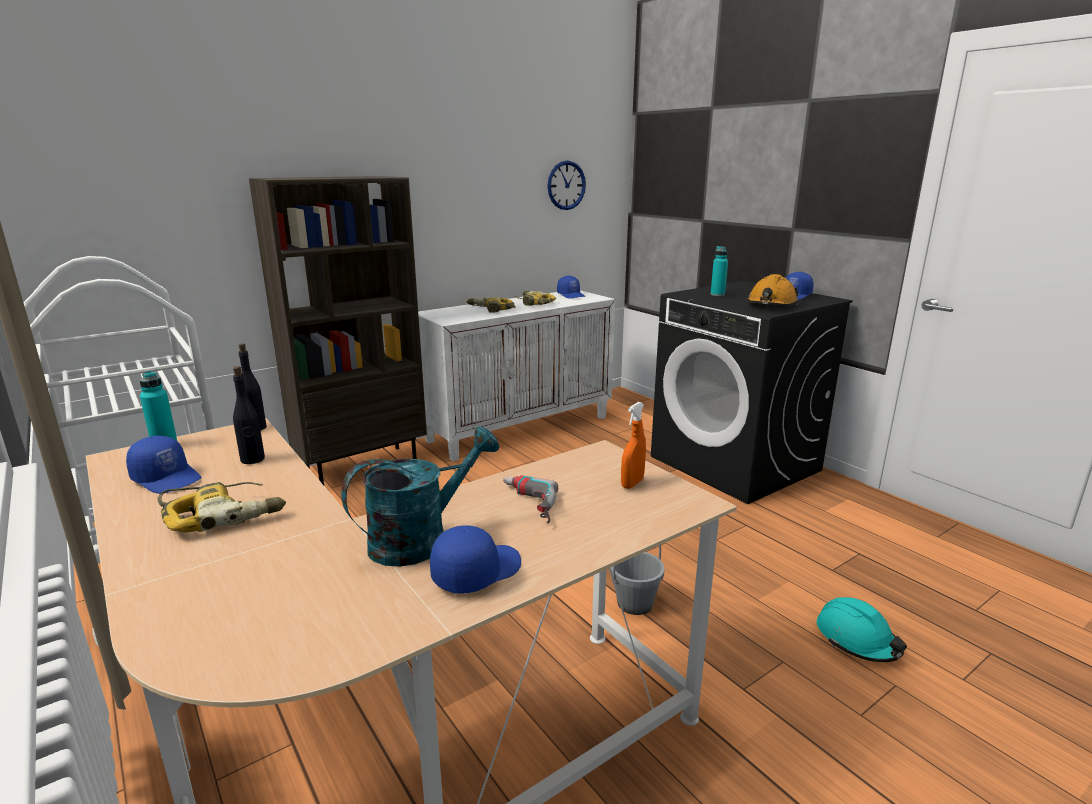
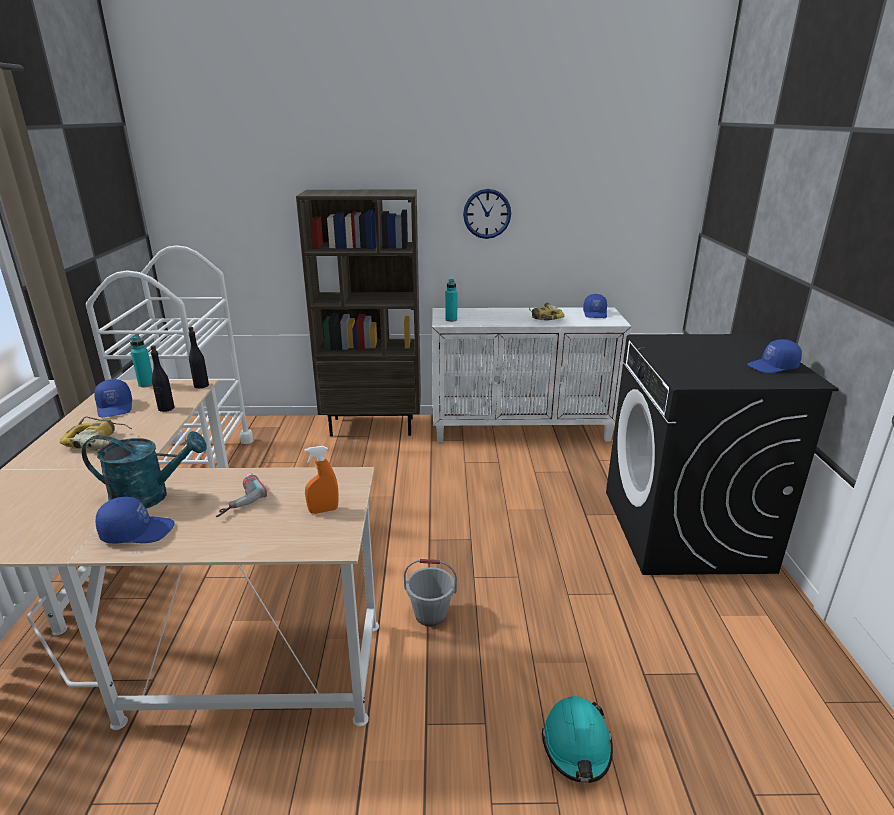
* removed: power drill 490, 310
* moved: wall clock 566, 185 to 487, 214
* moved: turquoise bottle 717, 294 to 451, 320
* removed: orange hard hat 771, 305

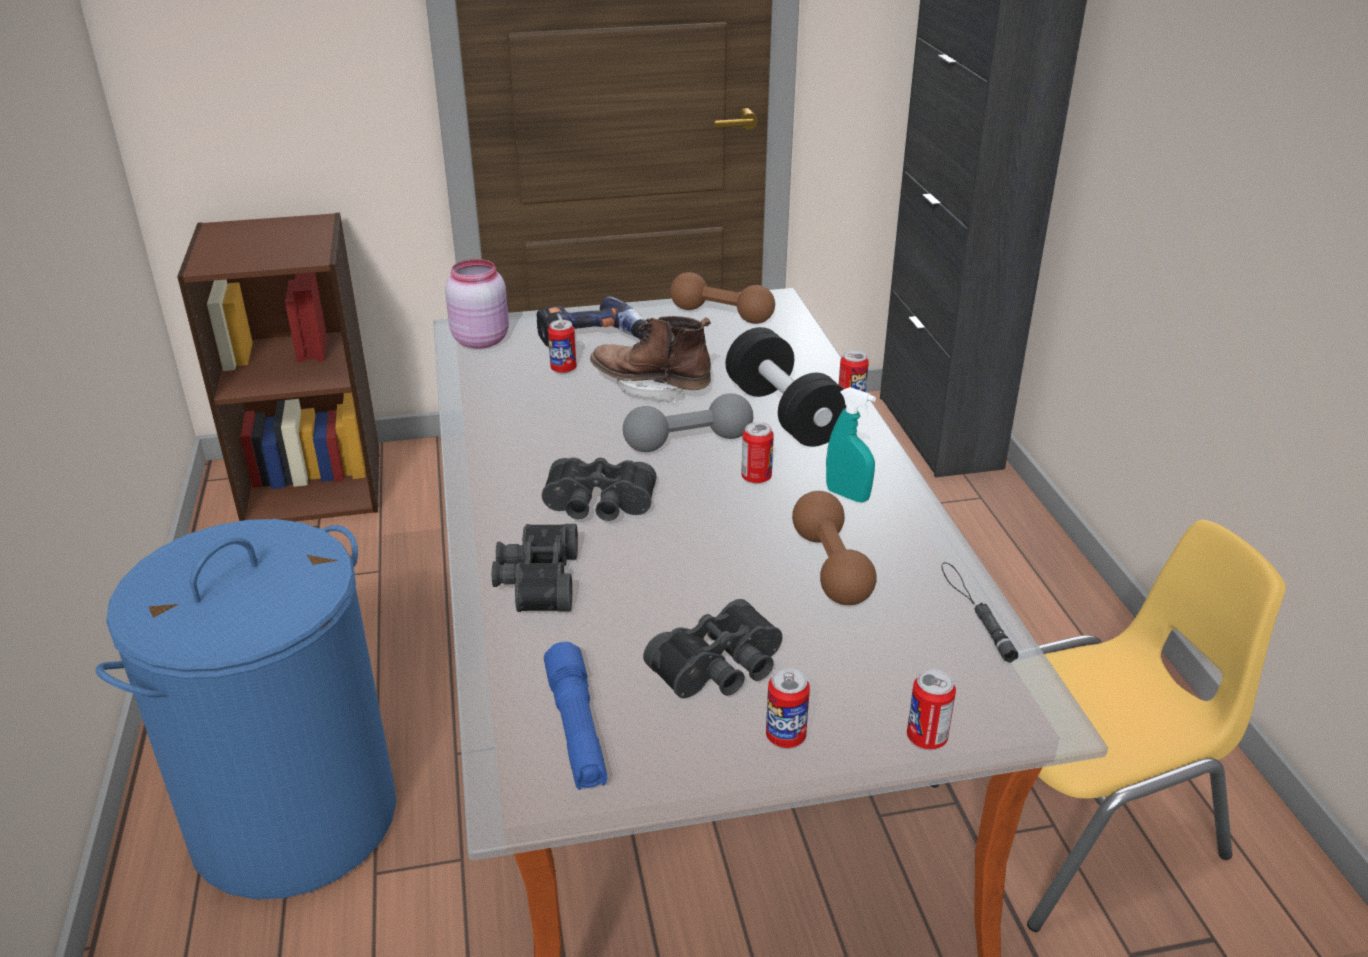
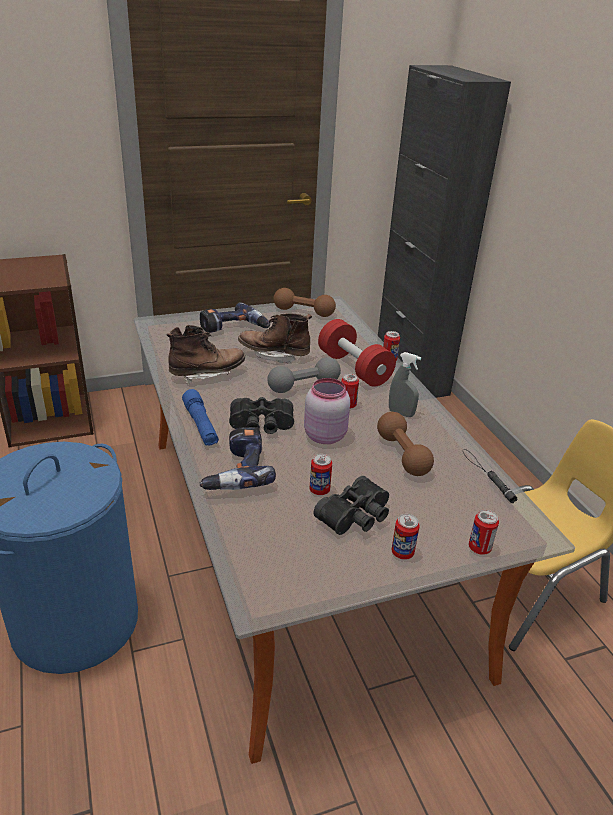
* moved: pink jar 481, 339 to 324, 435
* replaced: black binoculars 536, 581 to power drill 236, 471
* moved: blue flashlight 577, 729 to 200, 425
* moved: can 563, 369 to 319, 490
* recoloured: black dumbbell 784, 414 to red dumbbell 354, 368
* recoloured: turquoise spray bottle 847, 495 to grey spray bottle 401, 413
* added: brown boot 207, 374

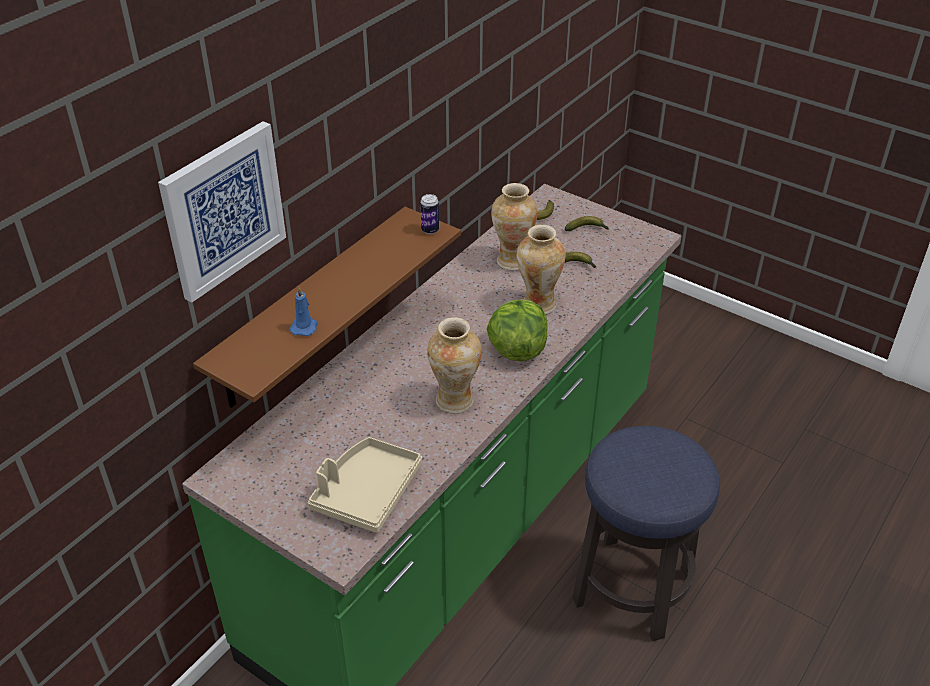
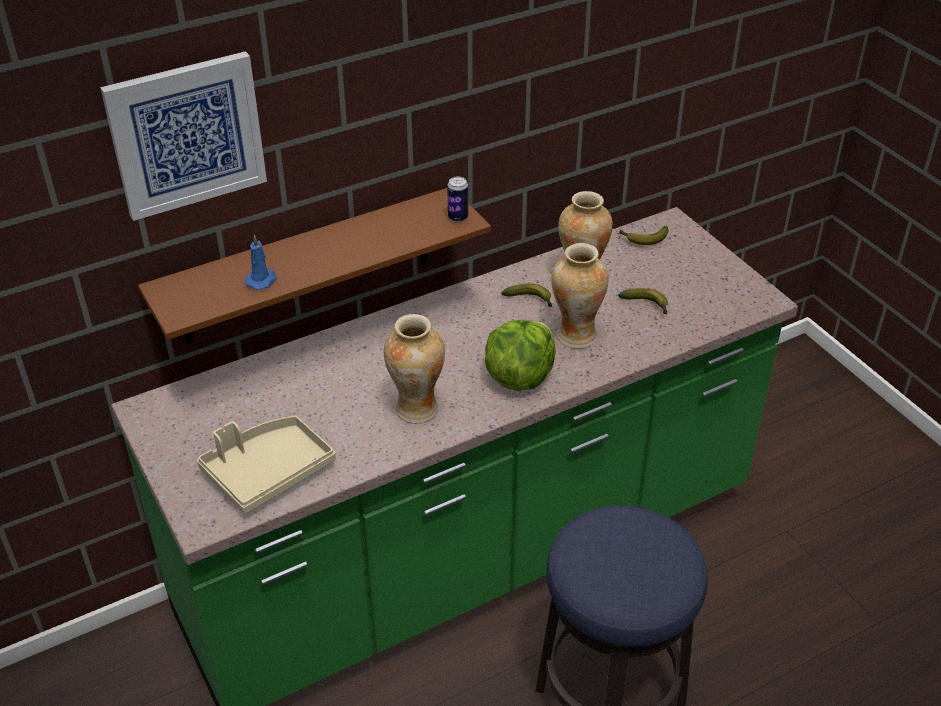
* moved: banana 587, 229 to 531, 300

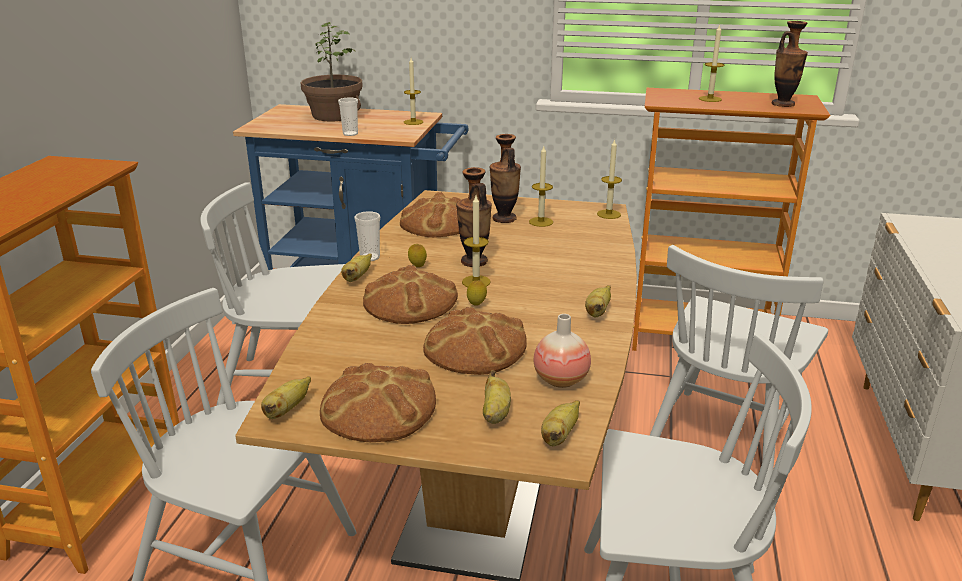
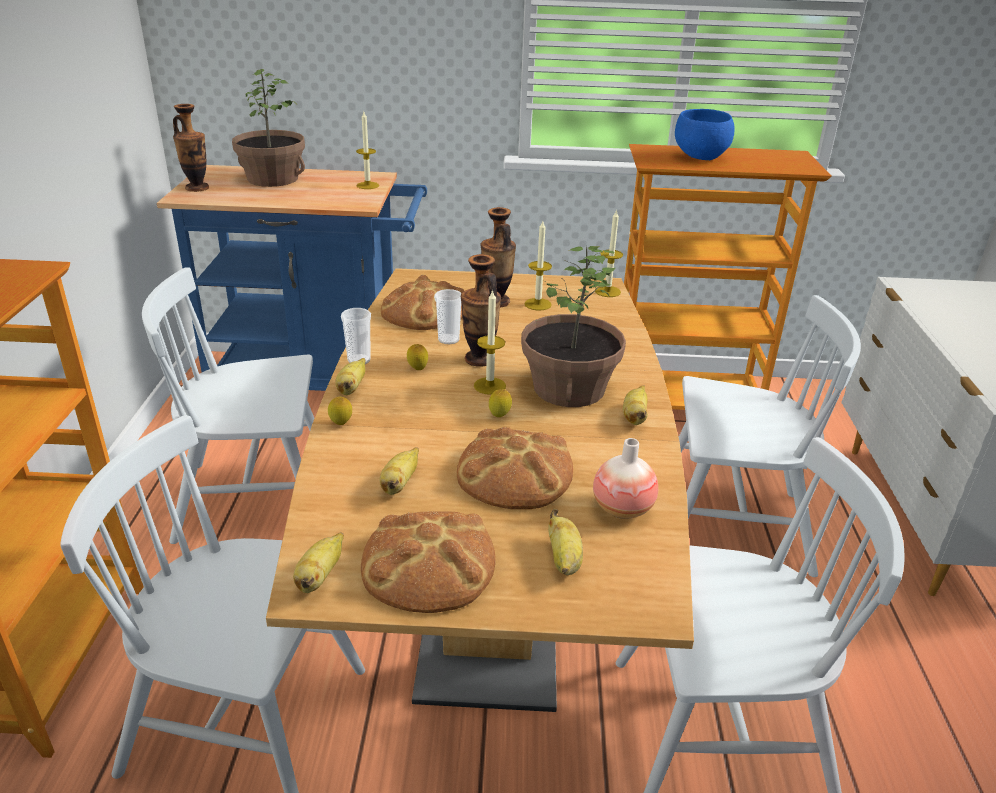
* moved: cup 350, 134 to 448, 339
* removed: bread 410, 302
* moved: banana 559, 436 to 399, 484
* turned: white chair 724, 442 = 730, 525 105 degrees counterclockwise
* replaced: candle 710, 99 to blue bowl 701, 158
* moved: vase 783, 104 to 197, 188
* added: lemon 341, 424
* added: potted plant 568, 388

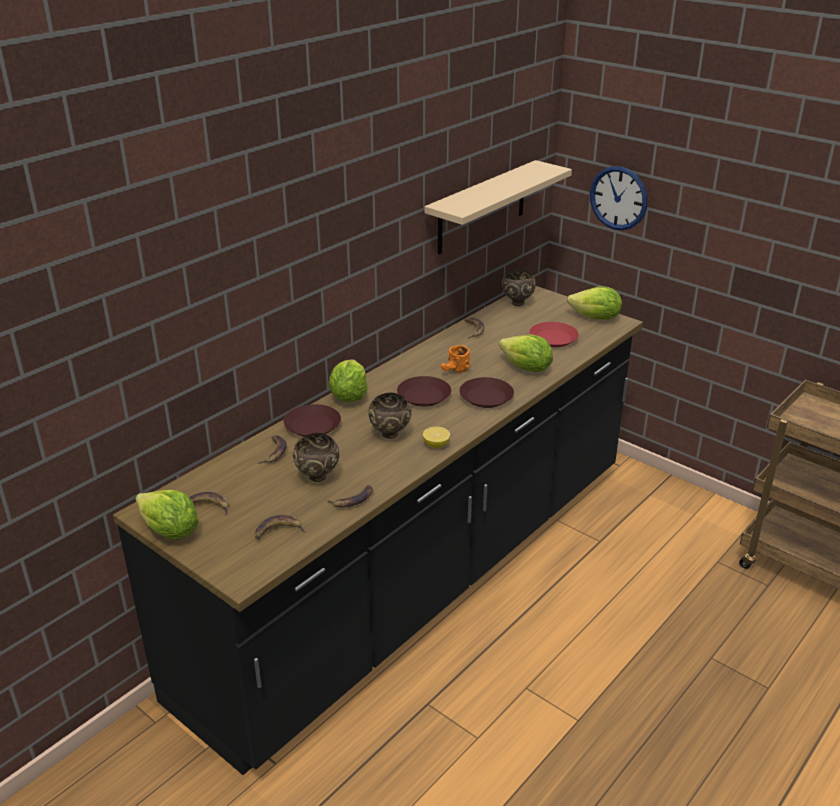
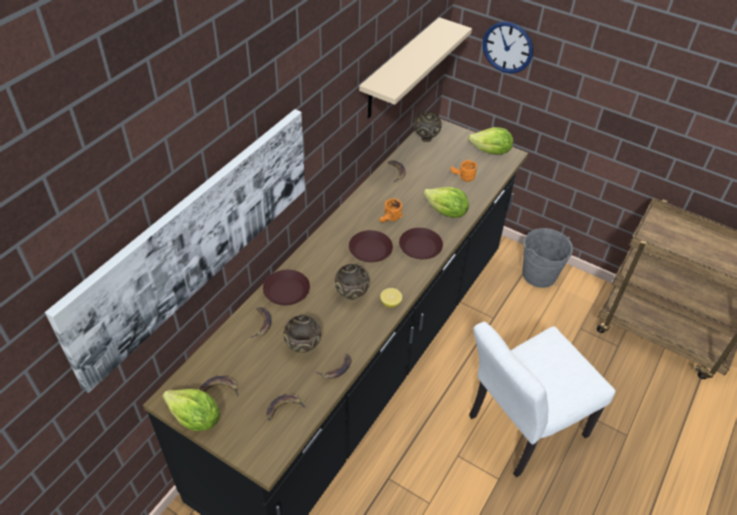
* removed: lettuce 349, 396
* replaced: red plate 553, 339 to orange mug 462, 177
* added: picture 196, 237
* added: white chair 519, 429
* added: grey bucket 539, 275

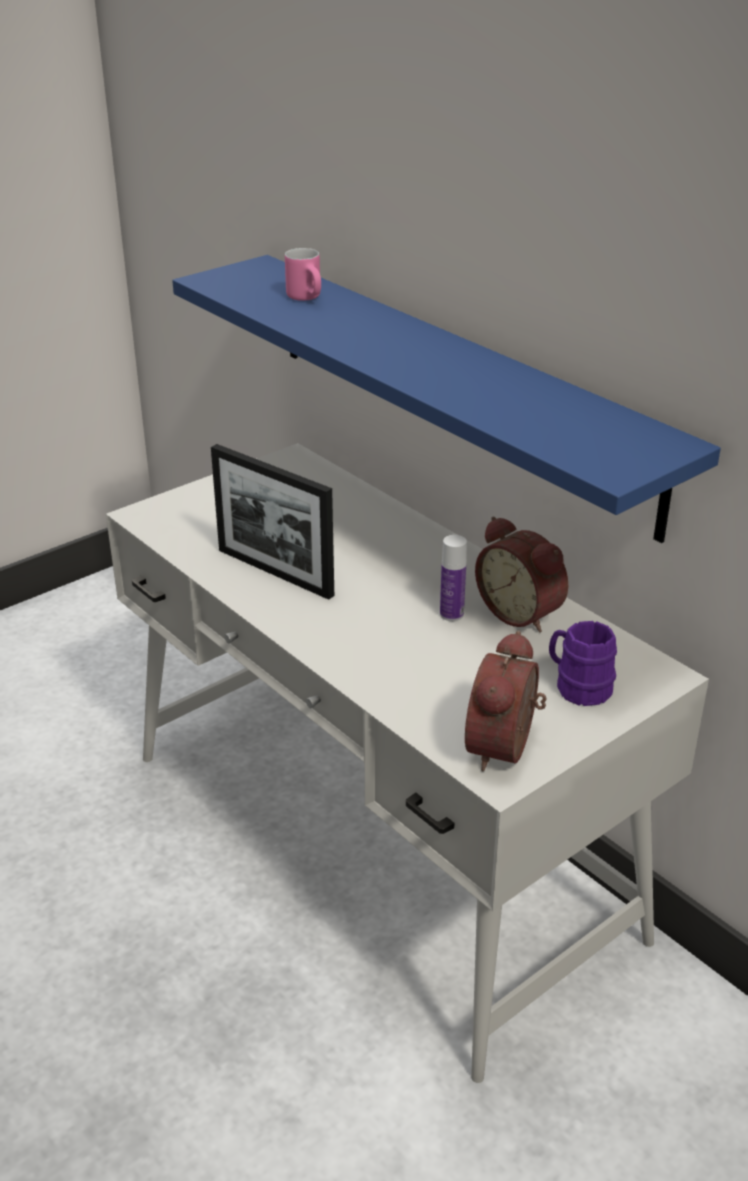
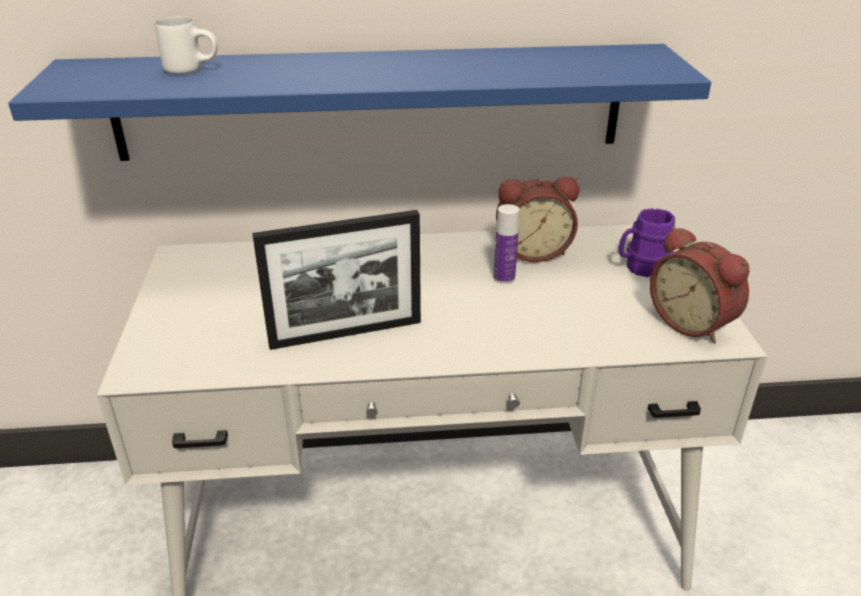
* recoloured: pink mug 309, 298 to white mug 192, 69

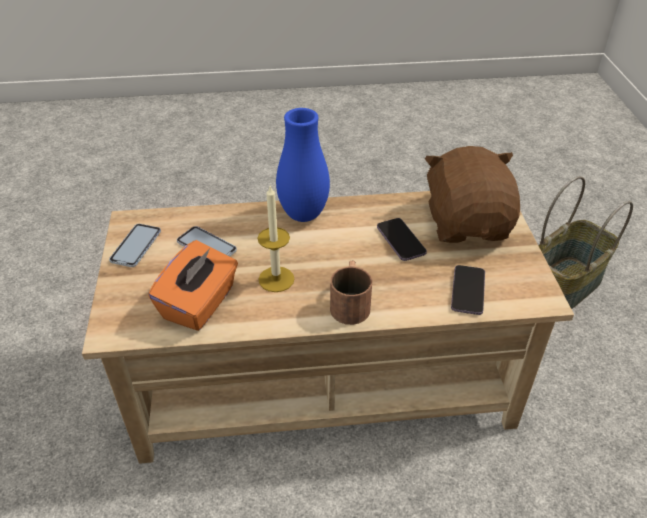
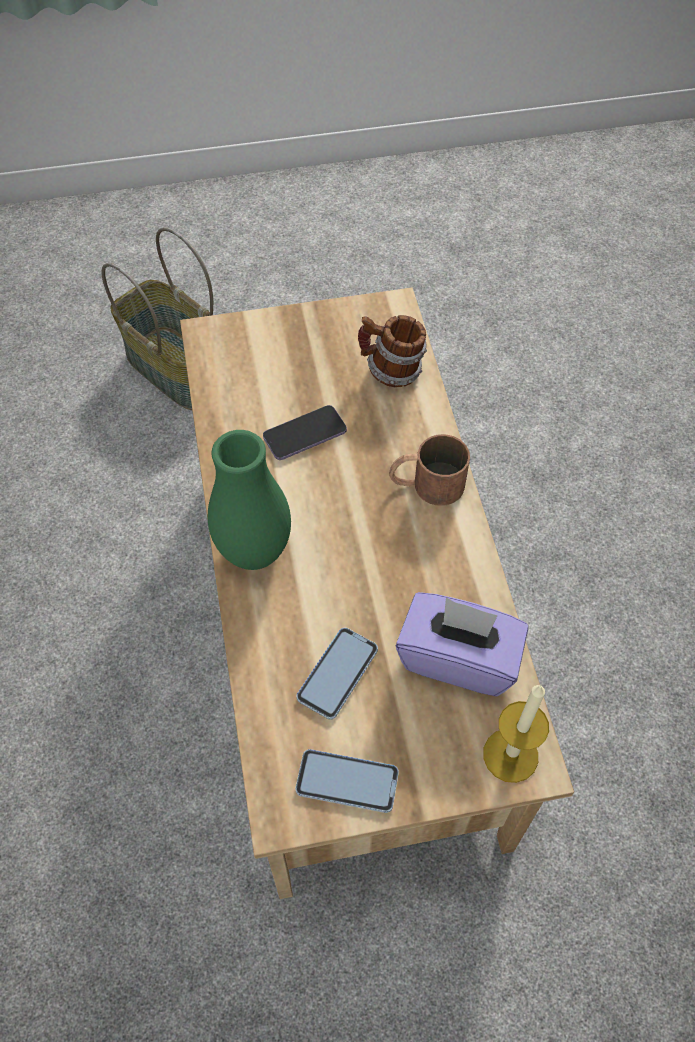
* recoloured: orange tissue box 200, 304 to purple tissue box 458, 658
* moved: candle 276, 279 to 510, 755
* recoloured: blue vase 303, 215 to green vase 254, 552
* removed: brown plush toy 467, 224
* replaced: phone 468, 291 to mug 391, 371

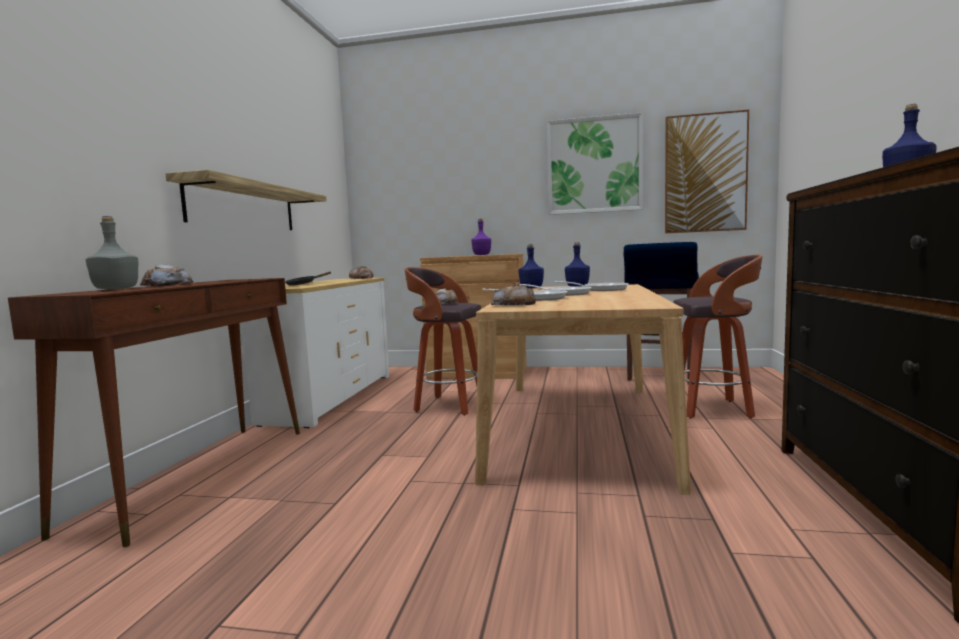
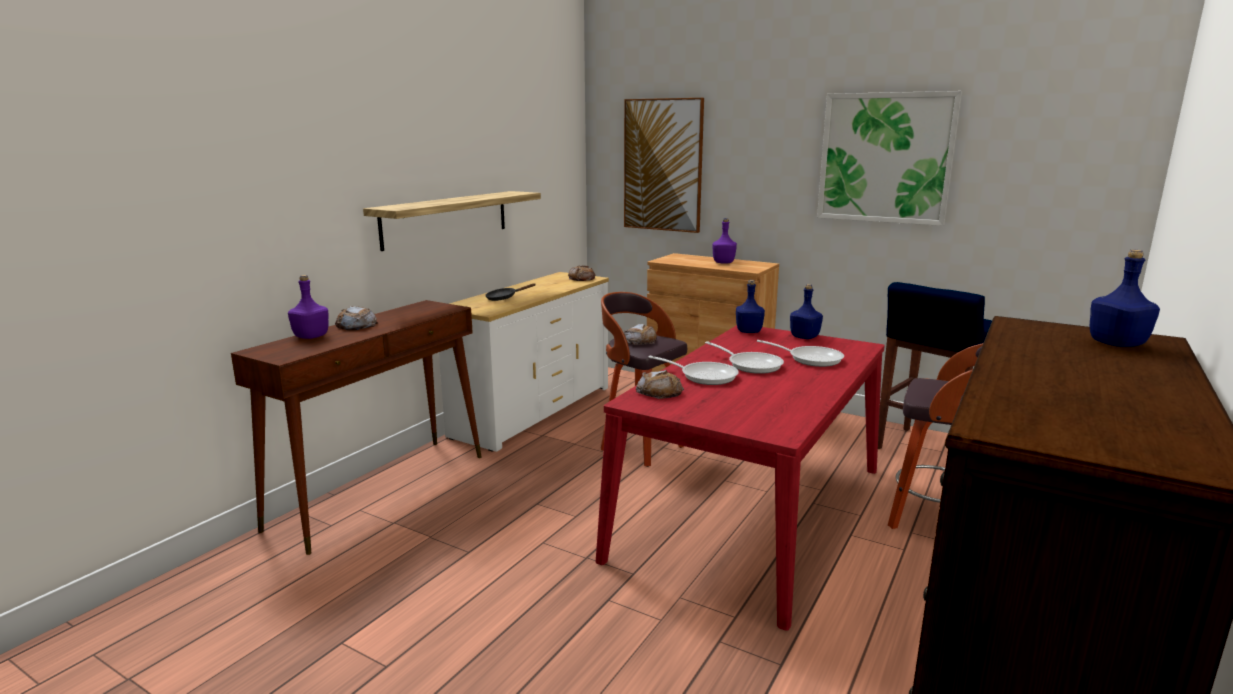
* recoloured: grey bottle 117, 289 to purple bottle 312, 336
* recoloured: beige dining table 578, 426 to red dining table 752, 511
* moved: picture 705, 173 to 663, 165

